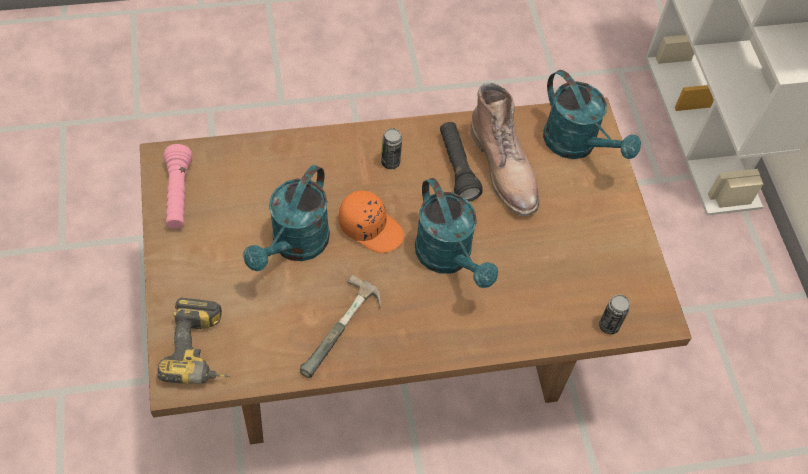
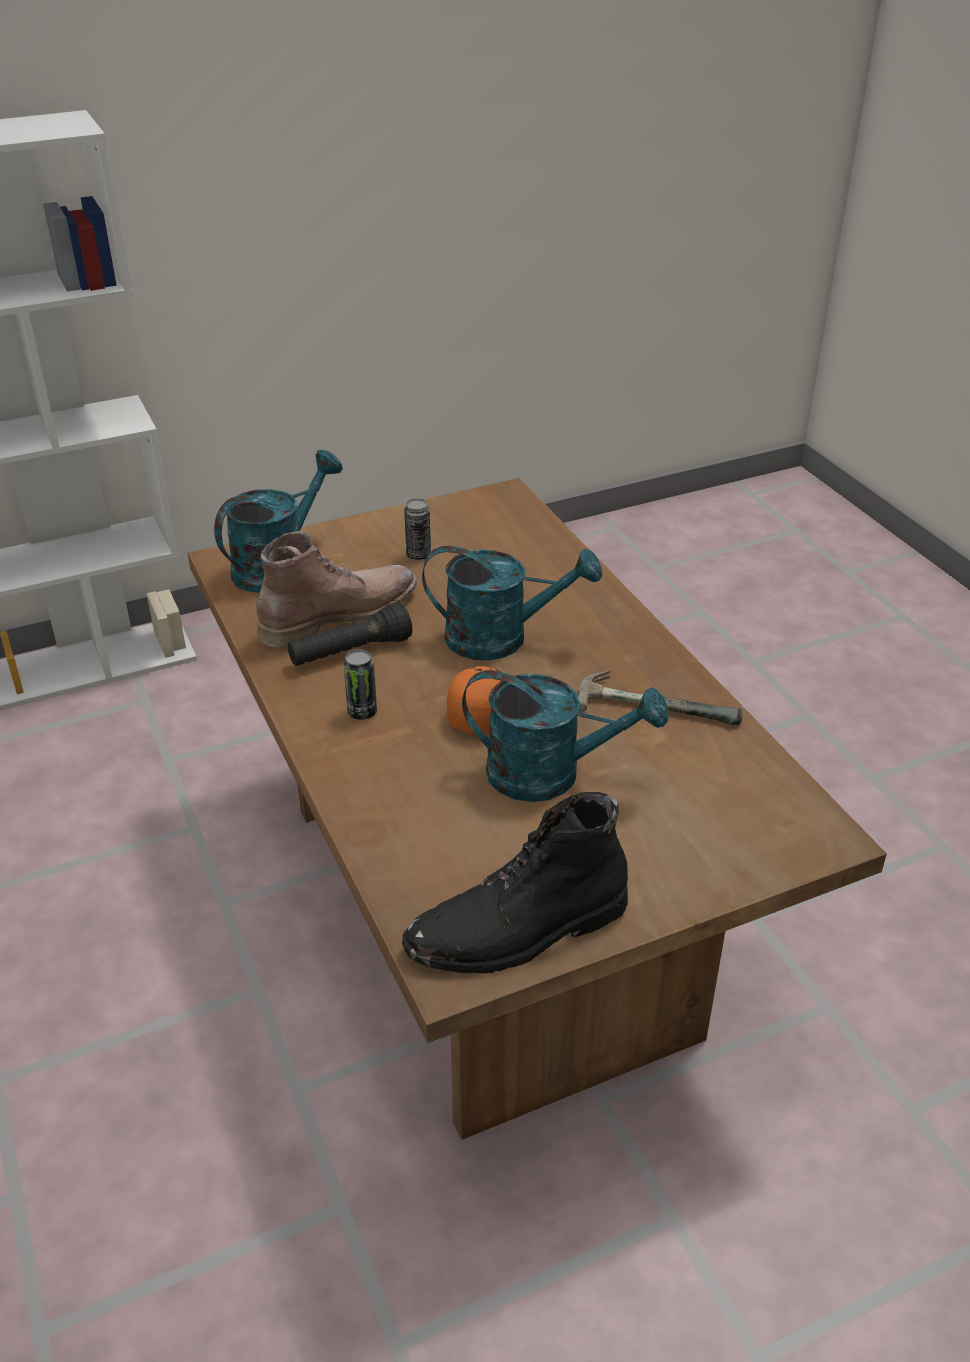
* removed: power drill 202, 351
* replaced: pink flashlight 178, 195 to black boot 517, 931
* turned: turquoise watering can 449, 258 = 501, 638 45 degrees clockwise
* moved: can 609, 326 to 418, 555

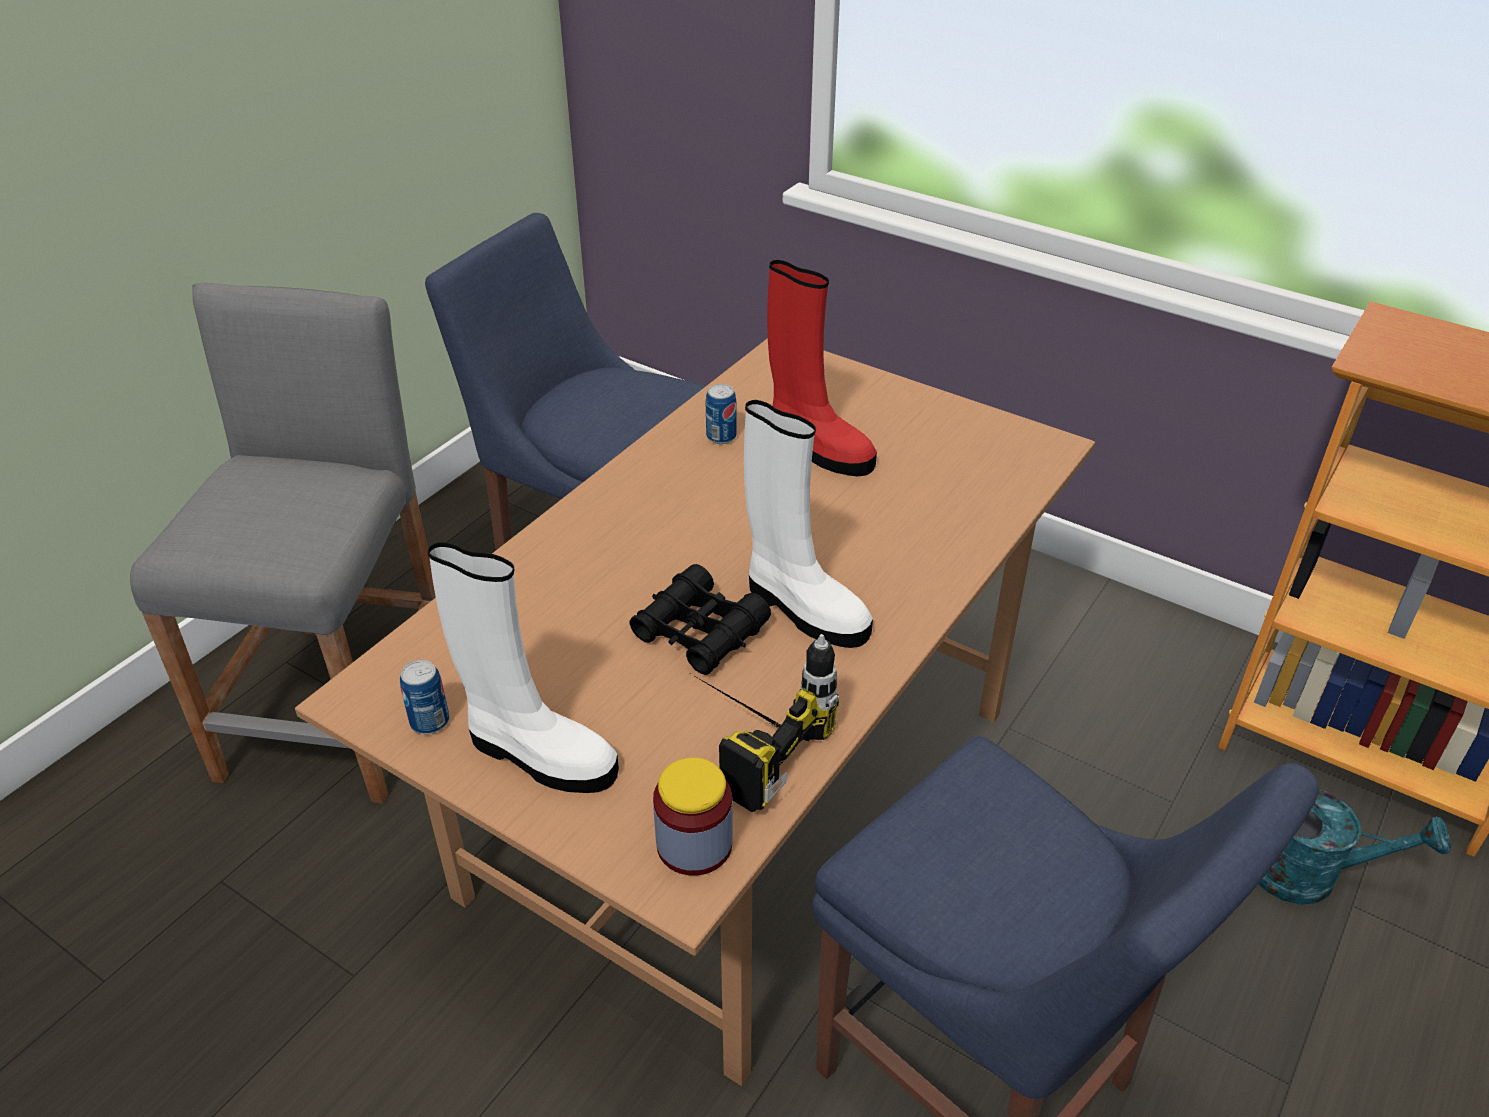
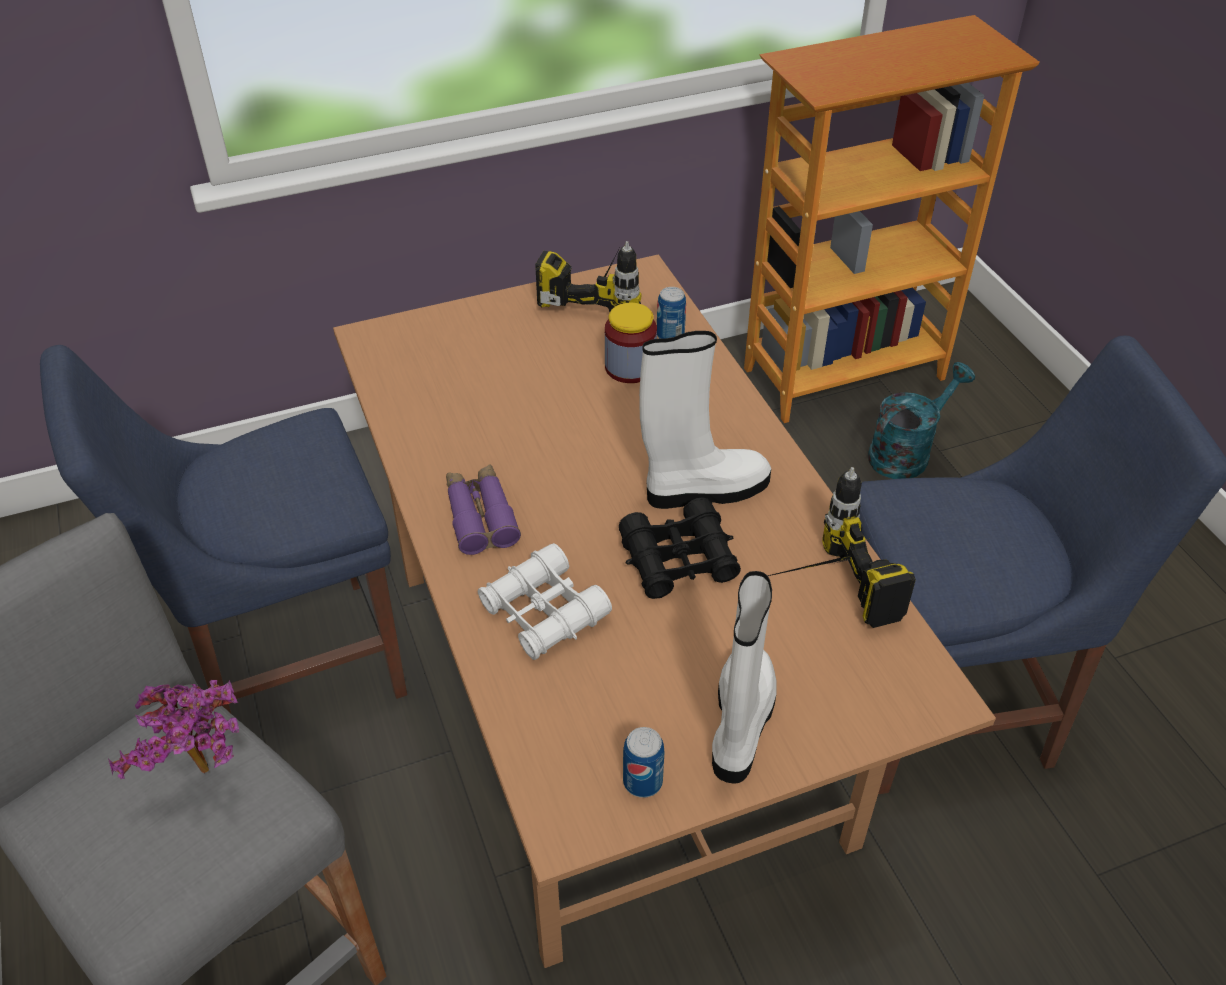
* turned: white boot 538, 755 = 740, 723 45 degrees counterclockwise
* moved: jar 694, 844 to 630, 367
* moved: can 721, 437 to 670, 335
* removed: red boot 817, 448
* added: potted plant 208, 777
* added: purple binoculars 480, 516
* added: white binoculars 544, 612
* added: power drill 601, 293

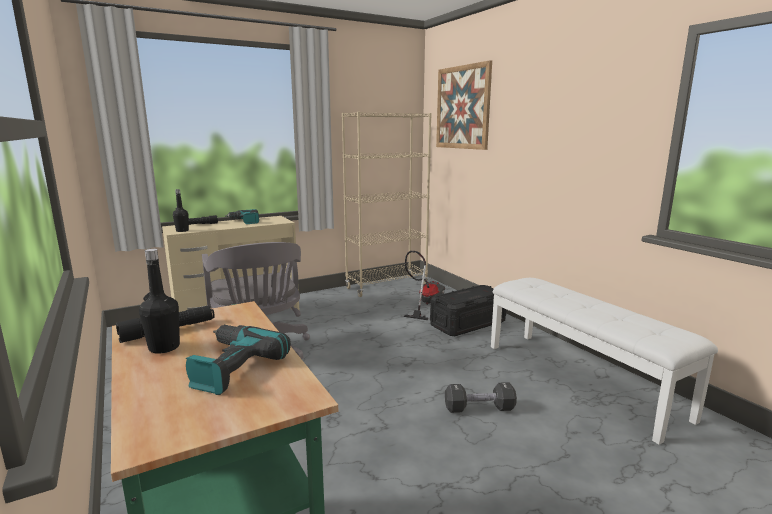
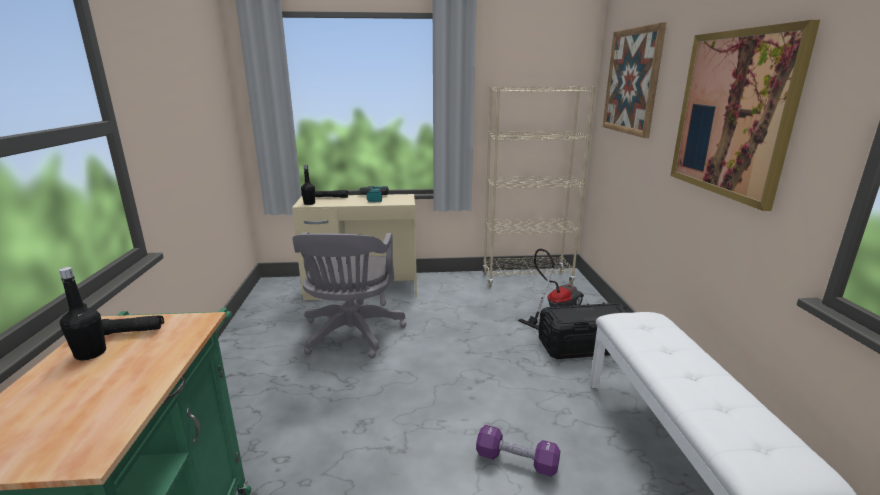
* removed: power drill 230, 367
* recoloured: black dumbbell 479, 408 to purple dumbbell 516, 461
* added: picture 733, 114

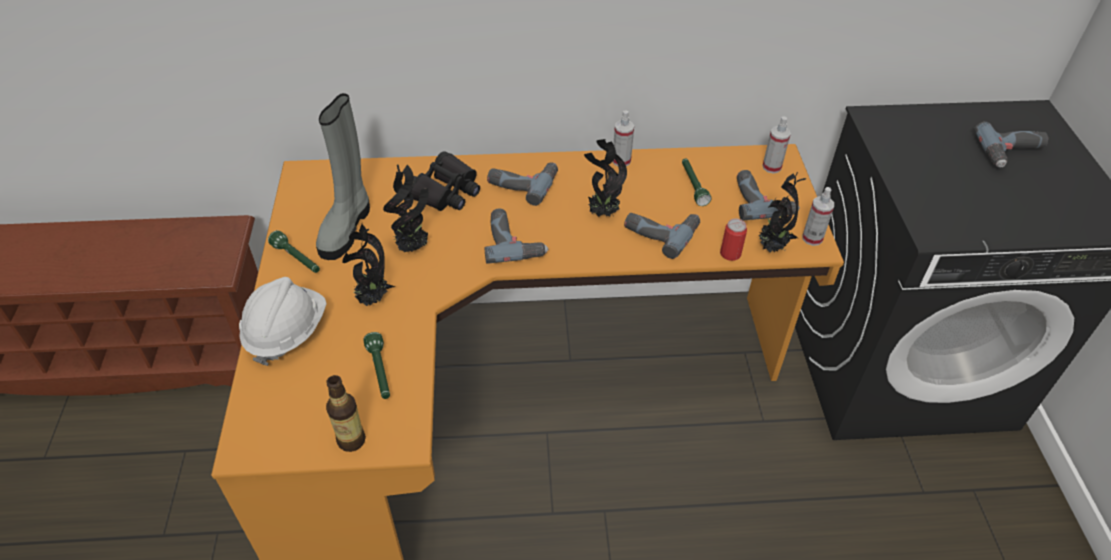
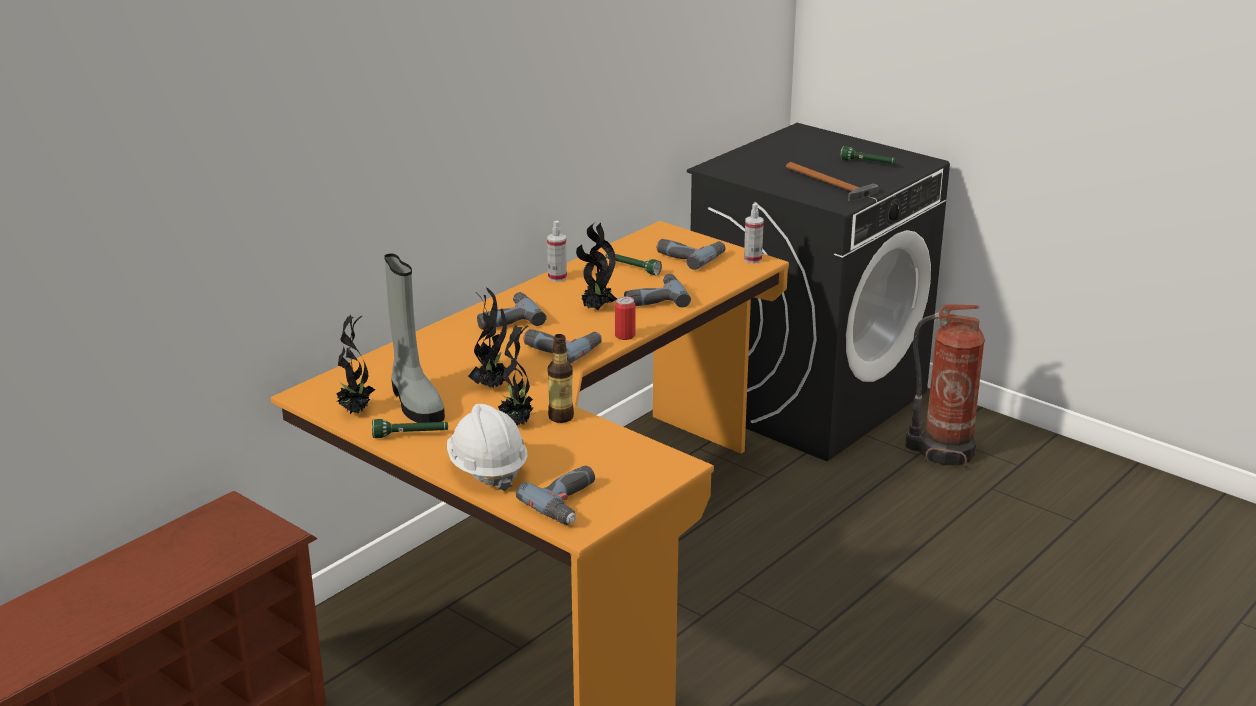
* moved: bottle 351, 440 to 561, 417
* moved: green flashlight 380, 372 to 868, 163
* removed: black binoculars 446, 191
* moved: can 730, 254 to 625, 335
* moved: potted plant 772, 247 to 356, 411
* removed: spray bottle 771, 167
* moved: power drill 1012, 153 to 569, 503
* added: hammer 830, 184
* added: fire extinguisher 943, 452

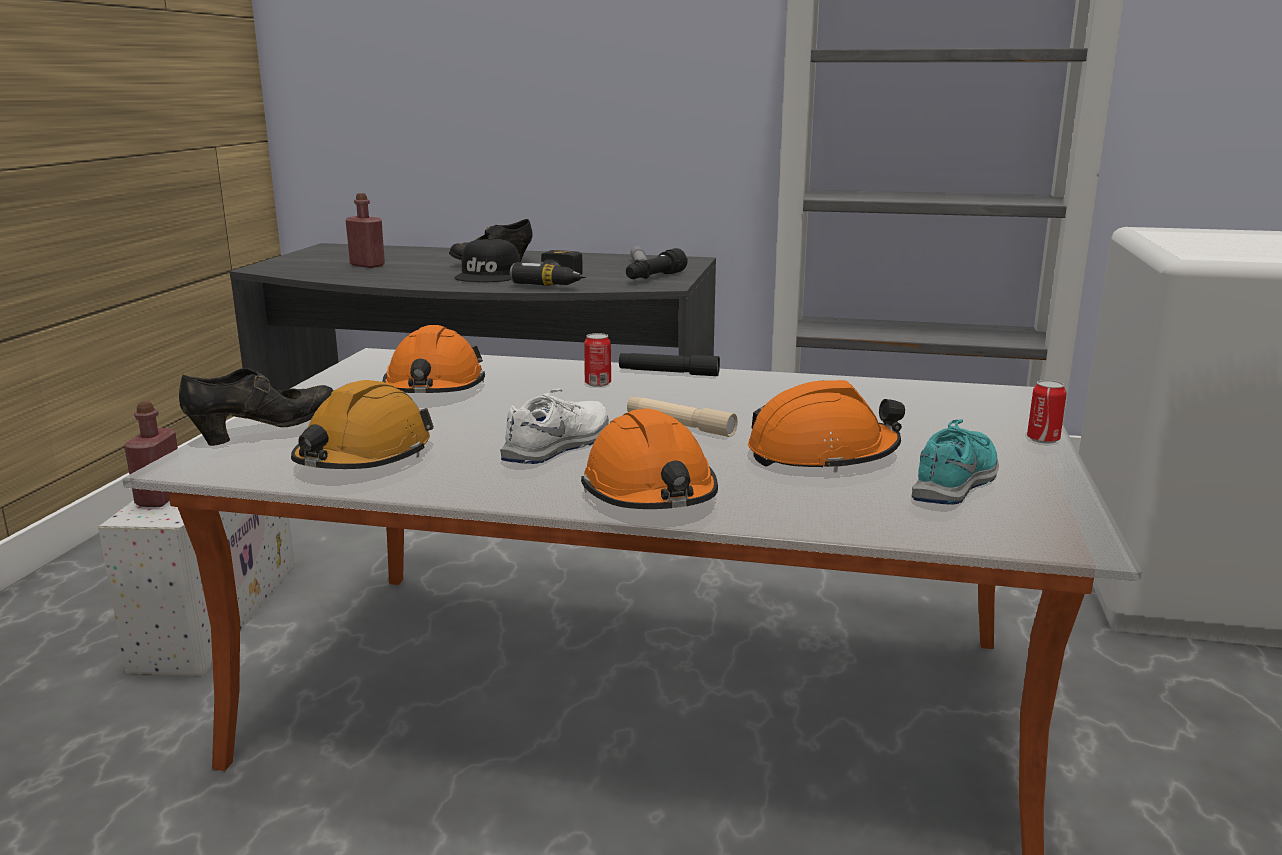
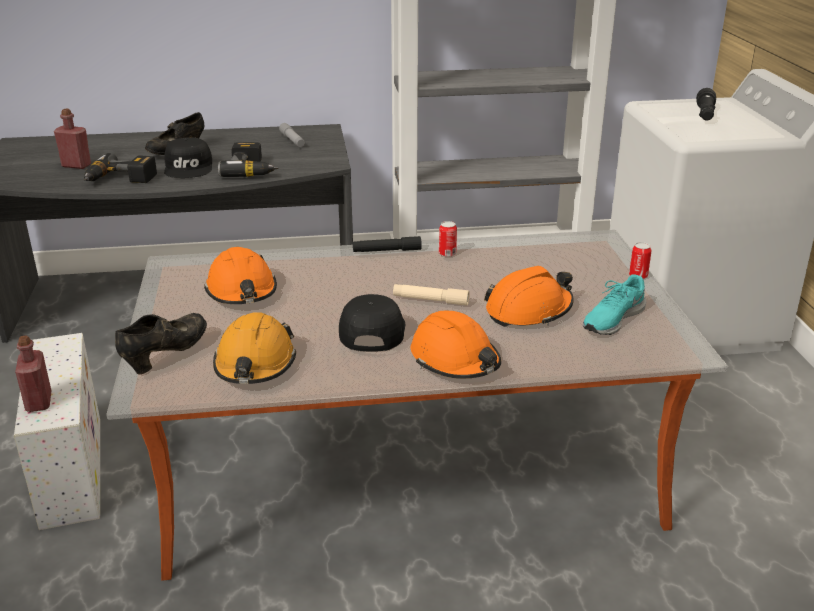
* replaced: white shoe 560, 445 to black cap 371, 330
* moved: can 598, 383 to 447, 254
* moved: black flashlight 654, 278 to 705, 115
* turned: turquoise shoe 957, 481 = 612, 319 150 degrees counterclockwise
* added: power drill 120, 180

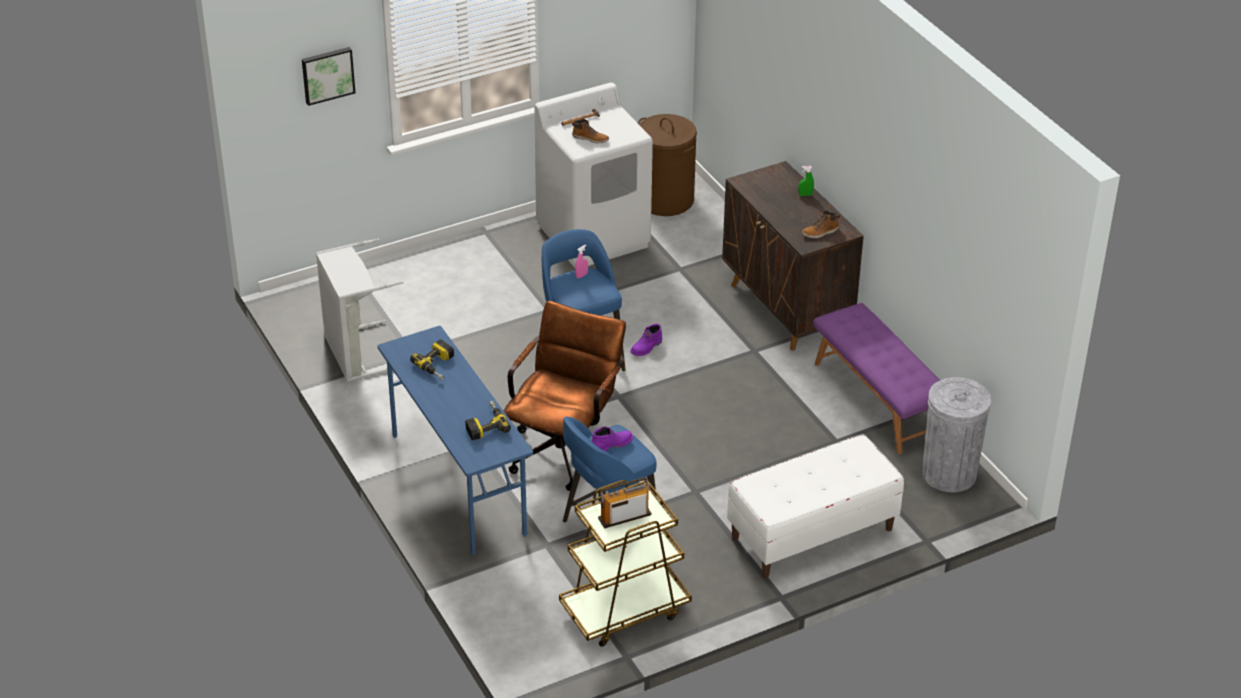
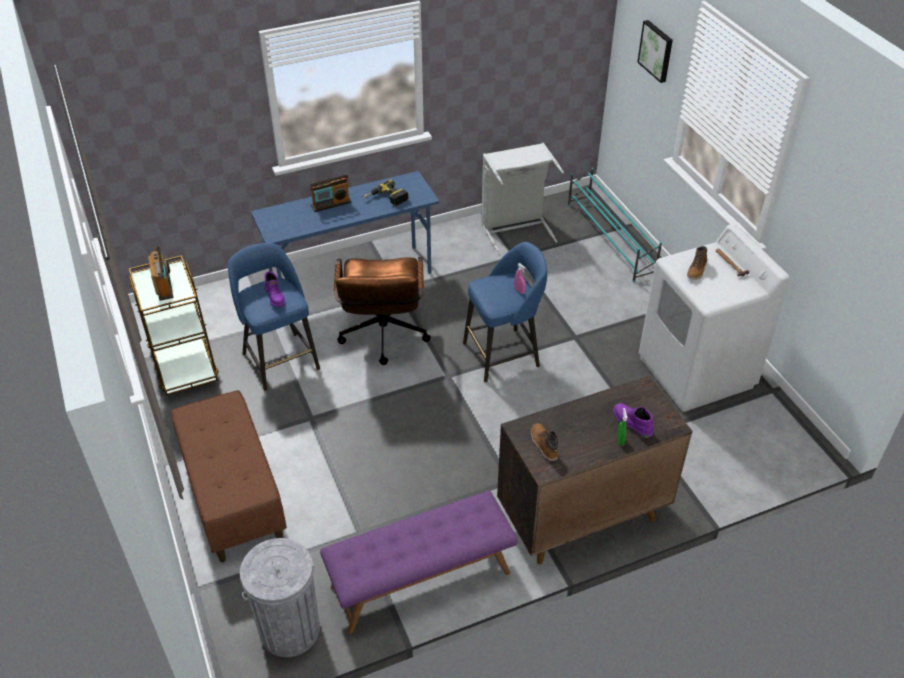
* removed: power drill 485, 425
* turned: brown office chair 565, 448 = 383, 339 60 degrees clockwise
* moved: purple boot 646, 348 to 631, 423
* removed: brown laundry basket 665, 200
* recoloured: white bench 812, 534 to brown bench 233, 496
* added: radio 331, 204
* added: turquoise shoe rack 610, 239

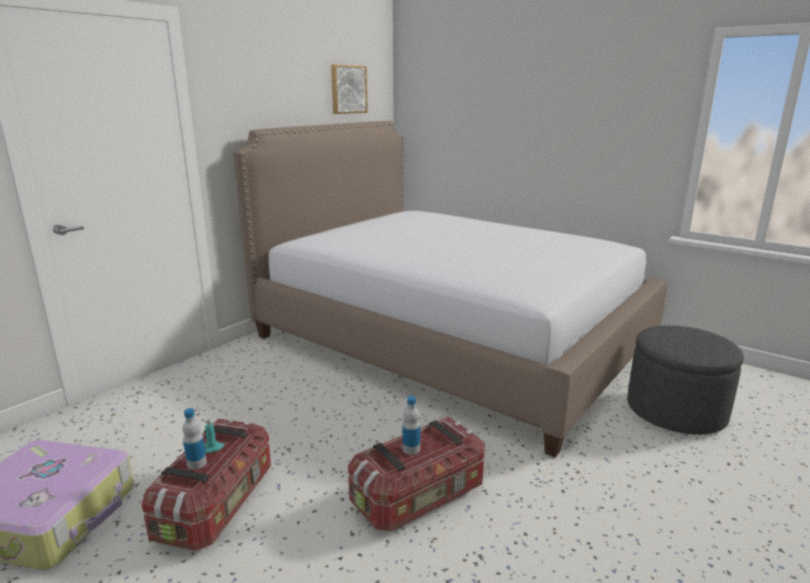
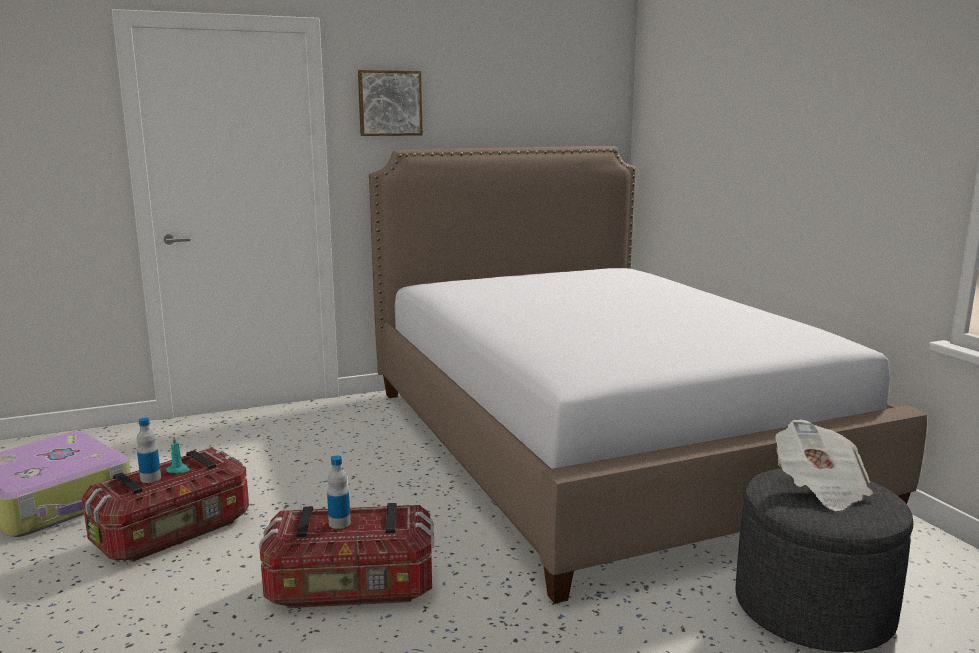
* moved: picture 348, 89 to 389, 103
* added: newspaper 820, 488

